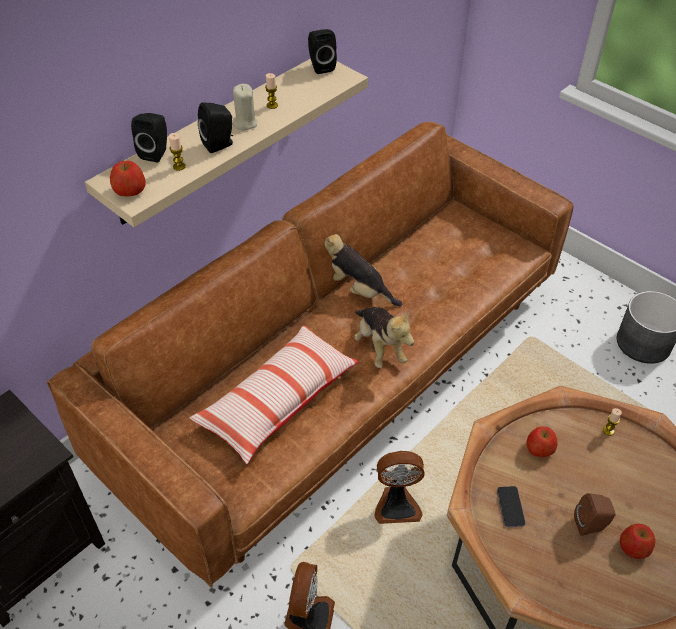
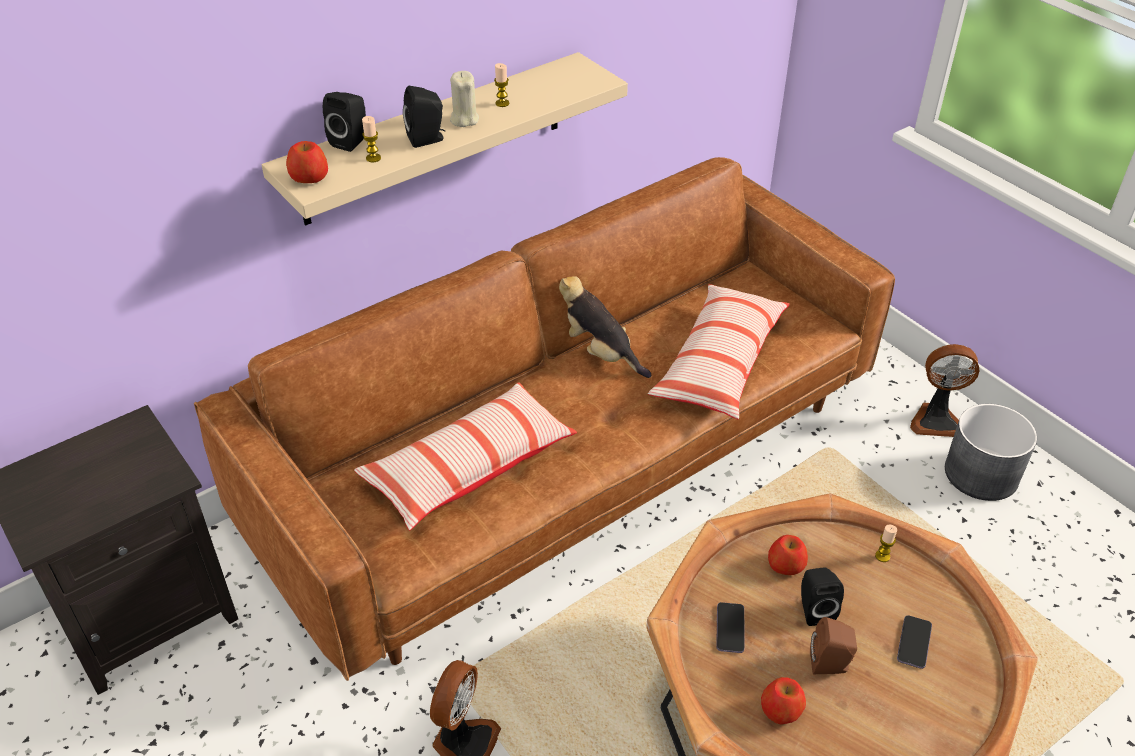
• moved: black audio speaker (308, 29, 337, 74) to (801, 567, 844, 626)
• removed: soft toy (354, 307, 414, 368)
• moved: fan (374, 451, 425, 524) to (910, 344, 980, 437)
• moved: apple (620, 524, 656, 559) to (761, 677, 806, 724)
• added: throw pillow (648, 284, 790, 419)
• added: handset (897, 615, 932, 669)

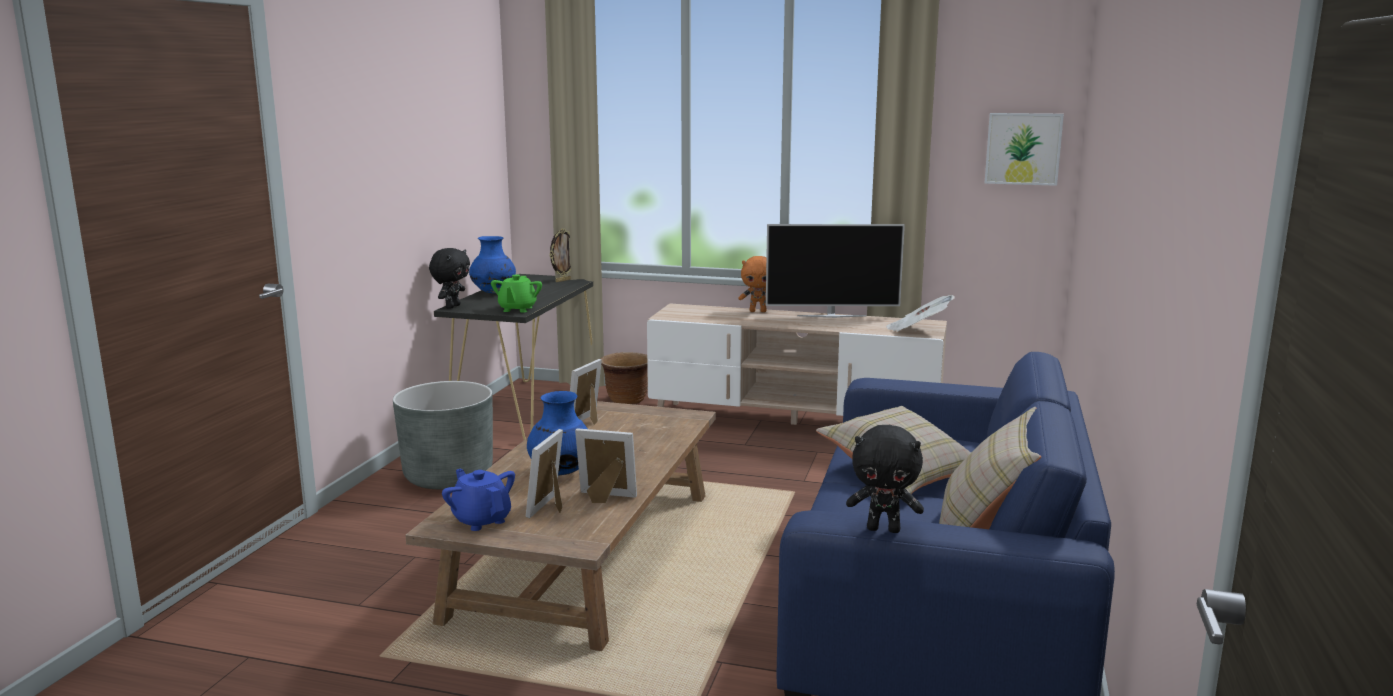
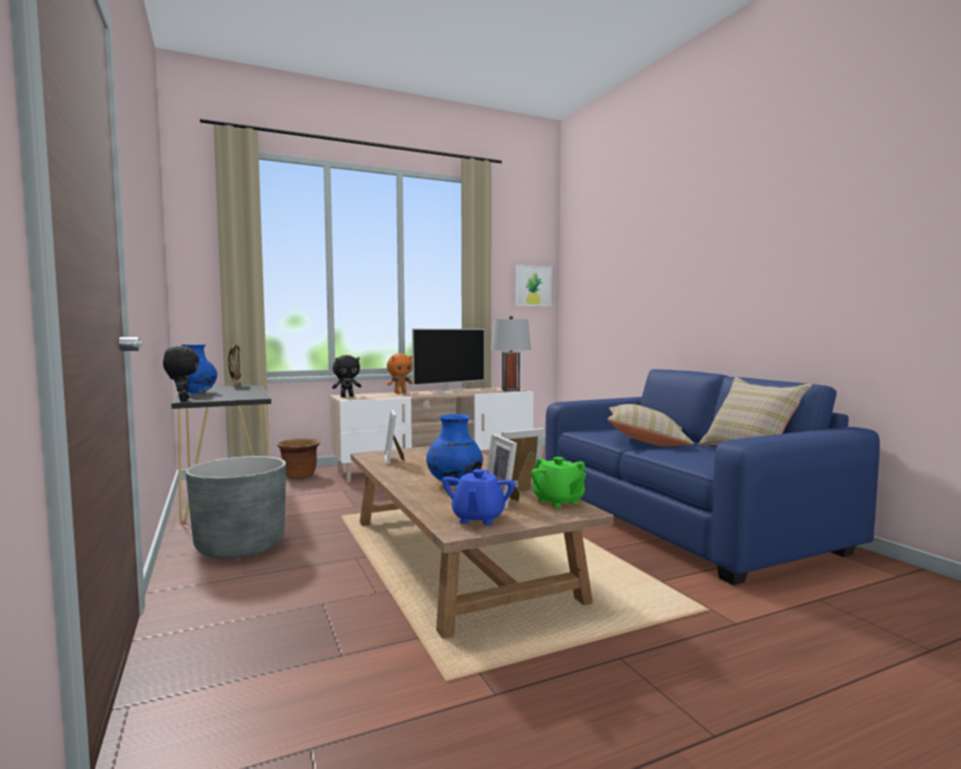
• moved: green-coloured pot for tea (491, 274, 542, 313) to (531, 457, 586, 508)
• replaced: newspaper (886, 295, 955, 332) to gray lamp for a table (491, 316, 531, 391)
• moved: black soft toy (846, 425, 924, 533) to (332, 355, 362, 397)
• turned: blue pot for tea (442, 469, 515, 531) = (442, 469, 515, 525) 90 degrees counterclockwise

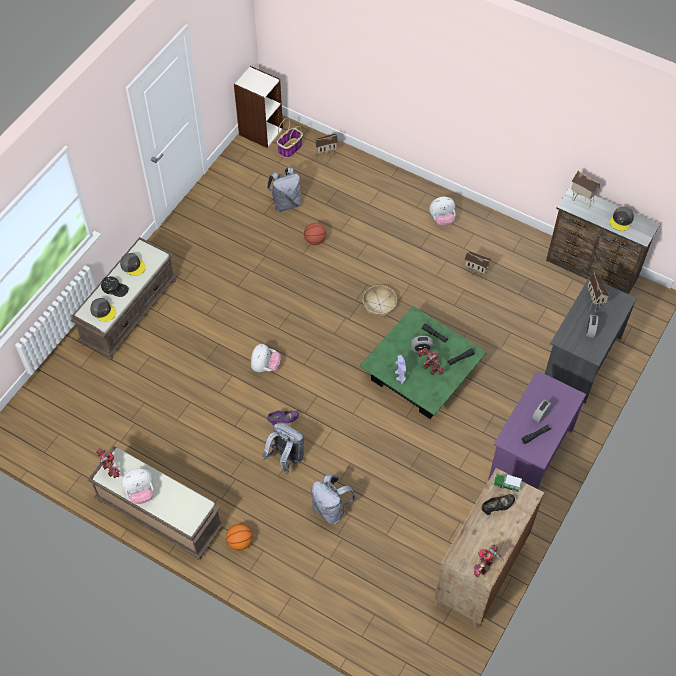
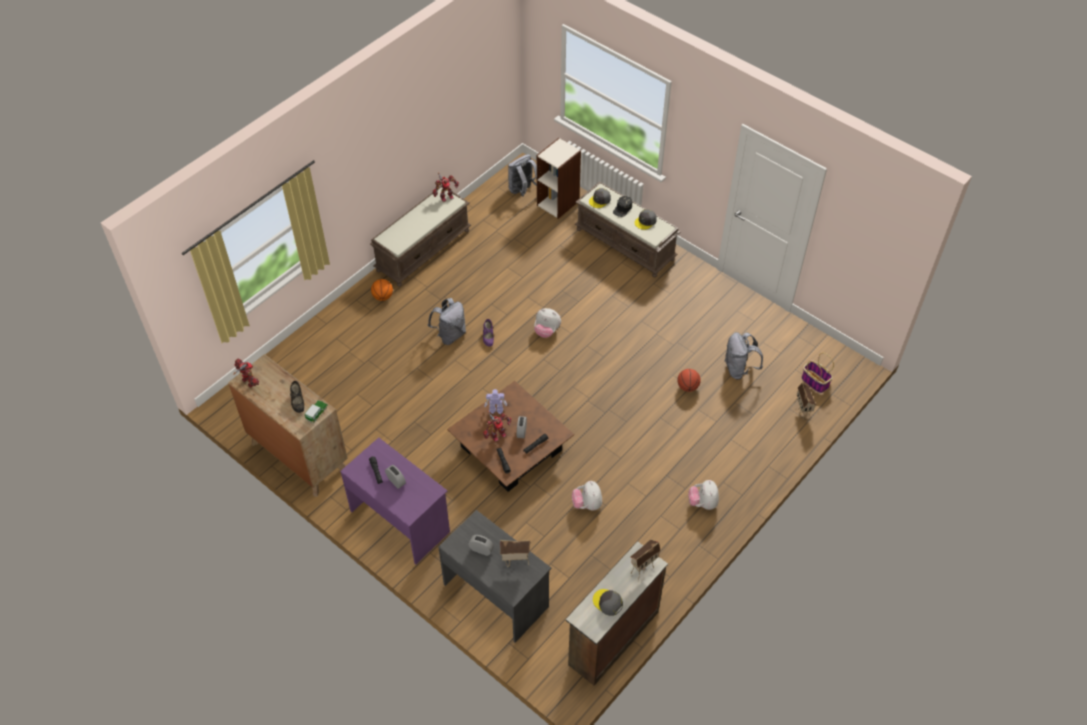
• moved: bookcase (234, 66, 283, 148) to (537, 138, 581, 219)
• removed: model house (464, 251, 492, 280)
• removed: storage basket (363, 285, 397, 317)
• recoloured: green-coloured low table (360, 306, 487, 419) to brown-coloured low table (447, 381, 574, 492)
• moved: soft toy (121, 468, 153, 504) to (572, 481, 602, 510)
• moved: gray rucksack (311, 474, 356, 525) to (508, 154, 537, 197)

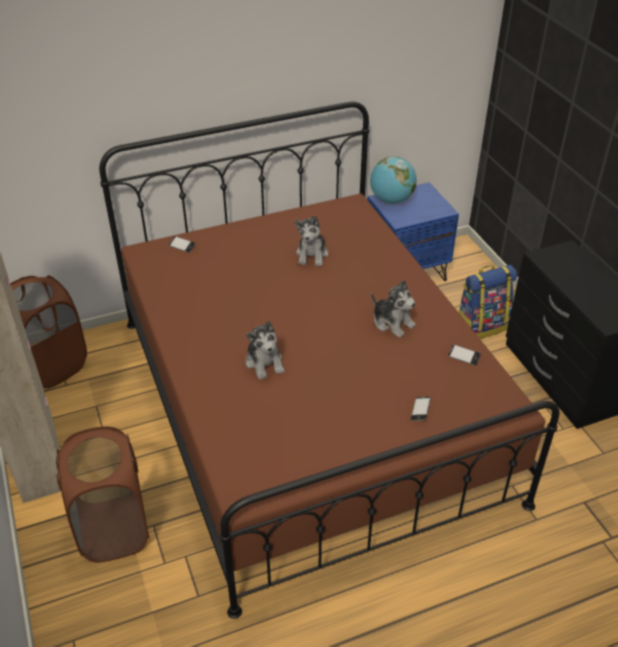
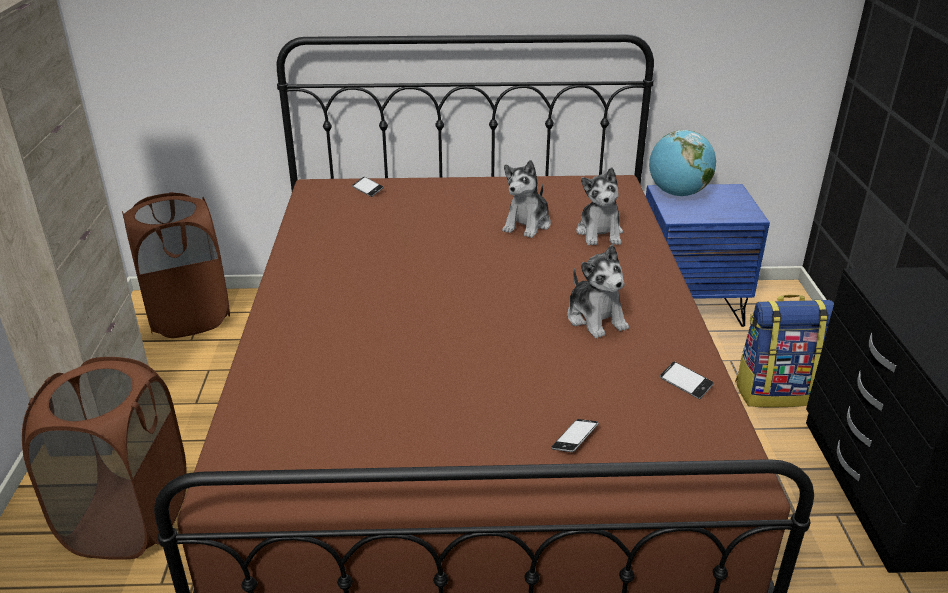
• moved: soft toy (246, 321, 285, 380) to (576, 167, 623, 245)

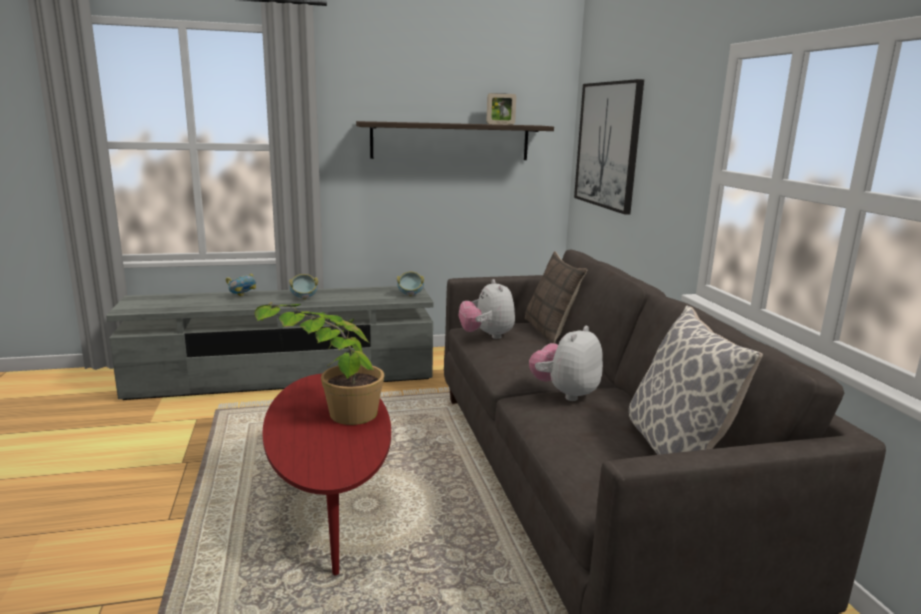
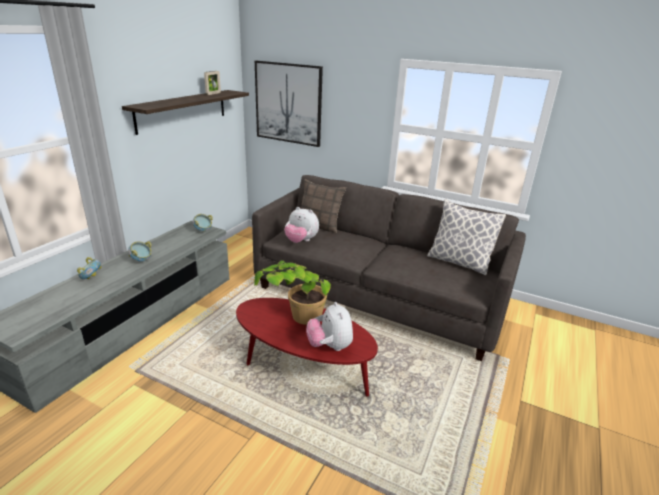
• moved: soft toy (529, 326, 603, 401) to (306, 302, 353, 351)

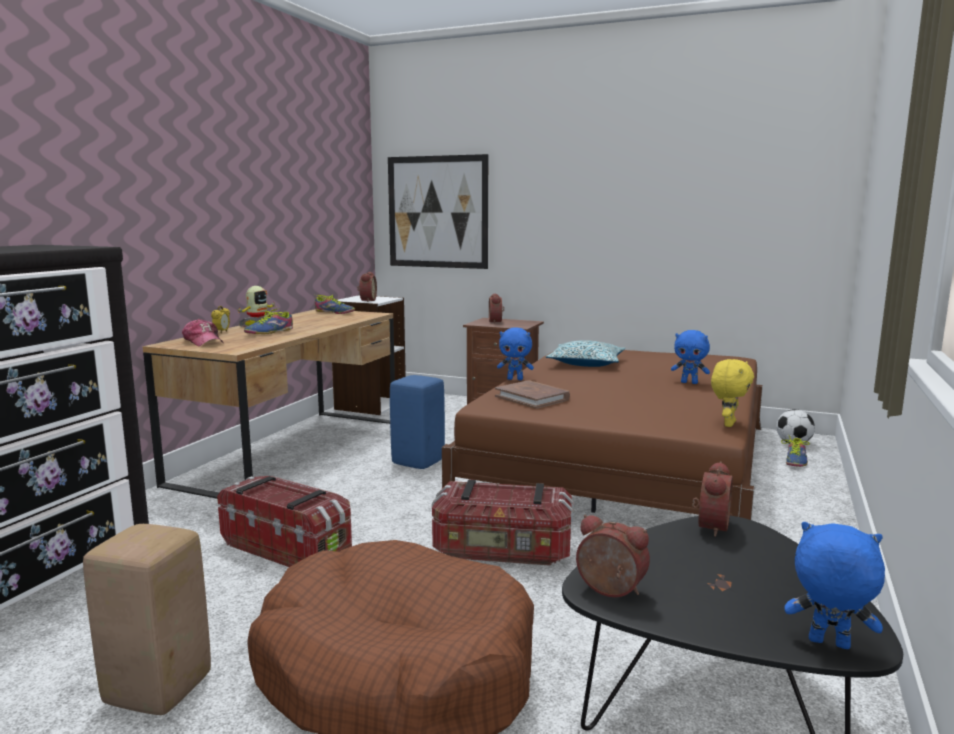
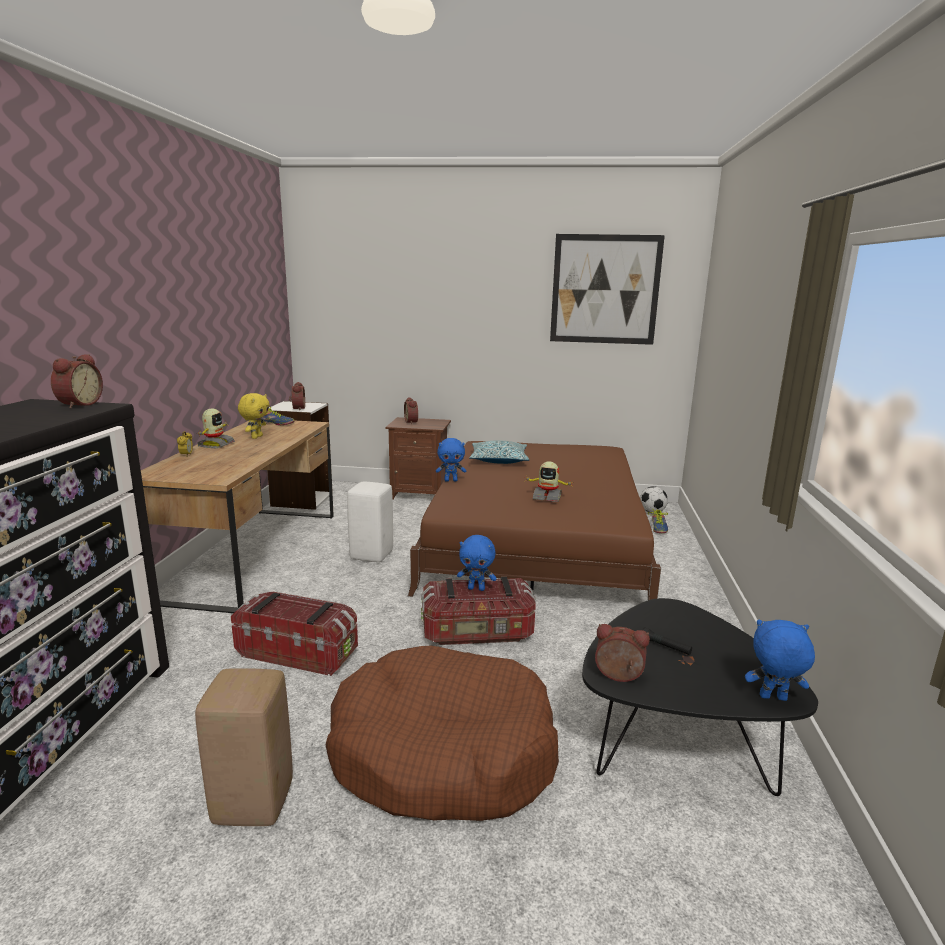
• moved: wall picture (388, 154, 488, 269) to (550, 234, 665, 345)
• removed: low shoe (244, 309, 293, 334)
• removed: peaked cap (182, 319, 224, 346)
• moved: blue soft toy (671, 330, 710, 384) to (457, 535, 497, 591)
• moved: yellow-coloured soft toy (711, 359, 754, 427) to (238, 393, 270, 439)
• recoloured: blue stool (390, 375, 445, 469) to whitish stool (347, 482, 393, 562)
• removed: brown-coloured volume (495, 380, 570, 409)
• moved: alarm clock (692, 461, 733, 537) to (51, 354, 103, 409)
• added: toy robot (524, 461, 571, 502)
• added: black hand torch (642, 627, 692, 655)

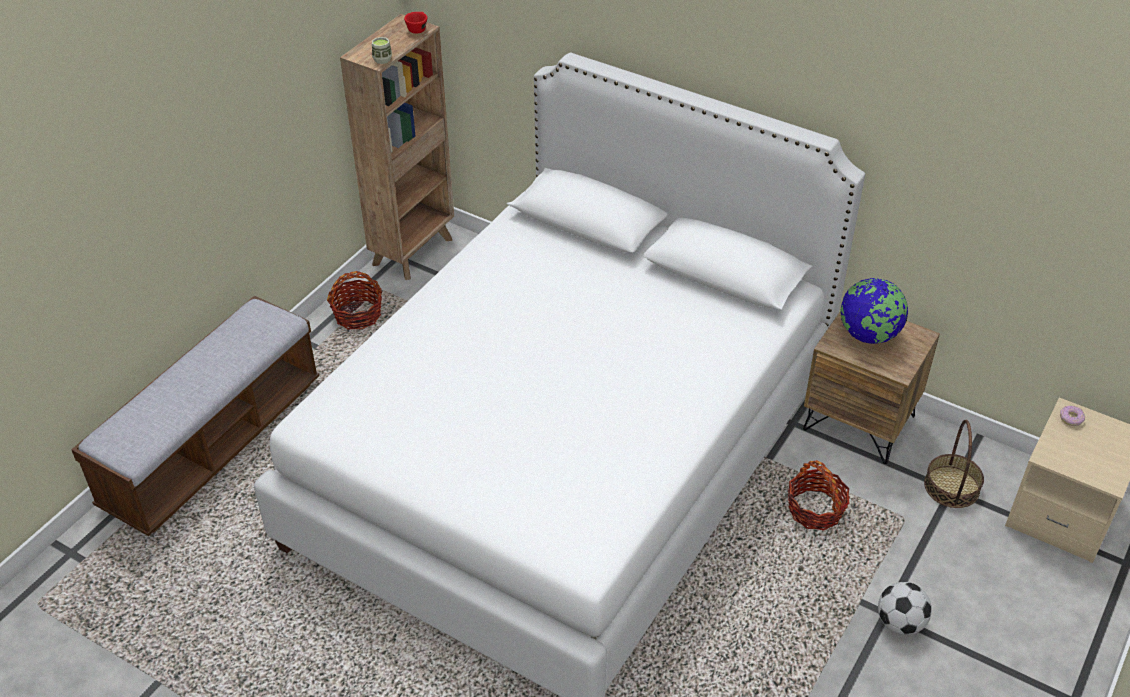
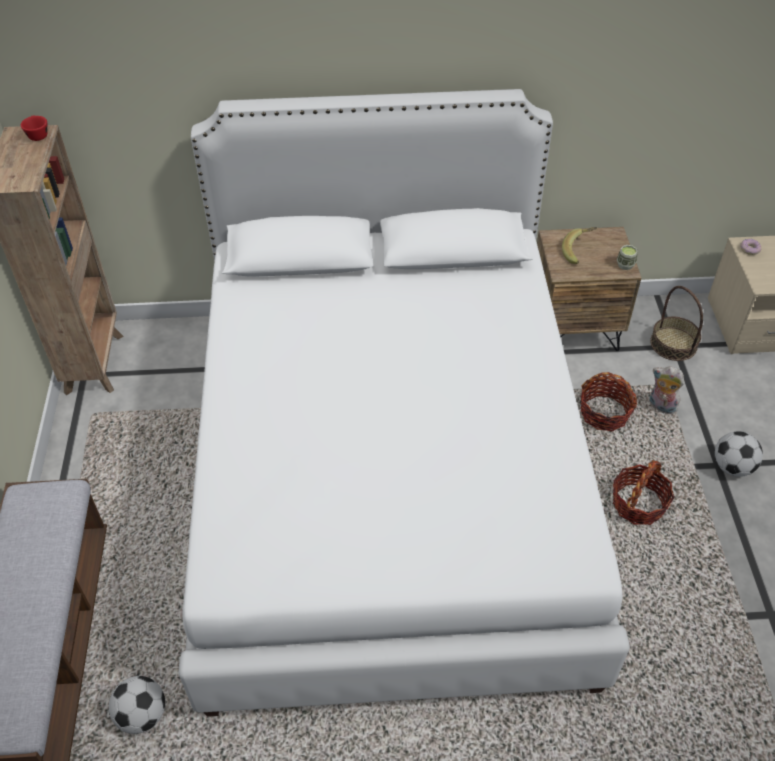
• moved: cup (372, 37, 392, 64) to (617, 245, 638, 270)
• moved: storage basket (327, 271, 382, 330) to (613, 460, 674, 525)
• replaced: world globe (840, 278, 908, 344) to whole banana (562, 227, 597, 264)
• added: soft toy (649, 366, 685, 414)
• added: football (108, 676, 165, 734)

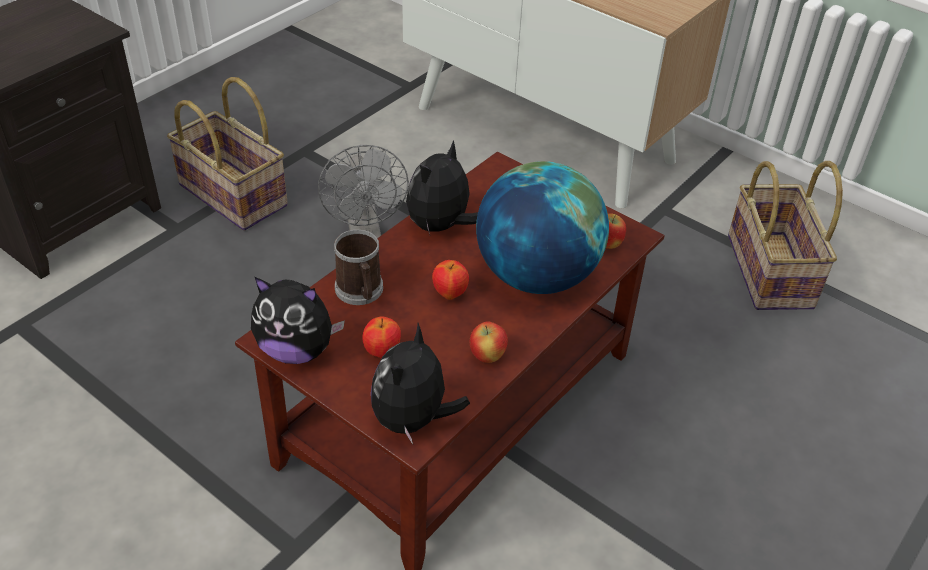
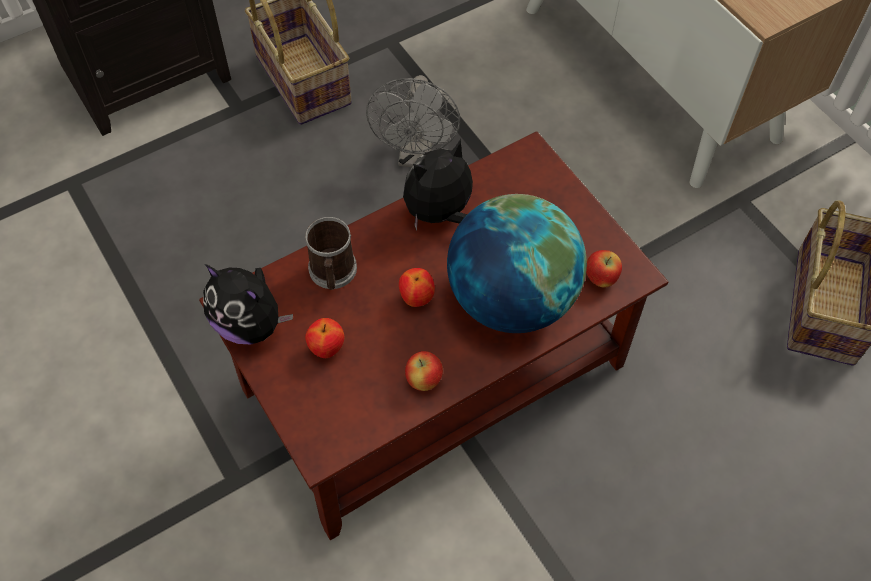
• removed: soft toy (371, 323, 470, 444)

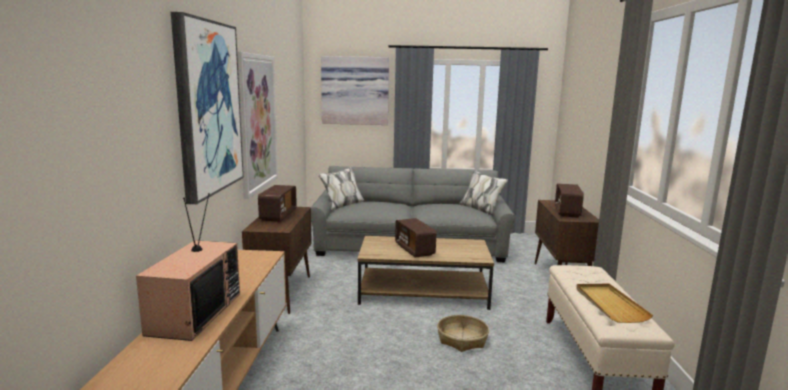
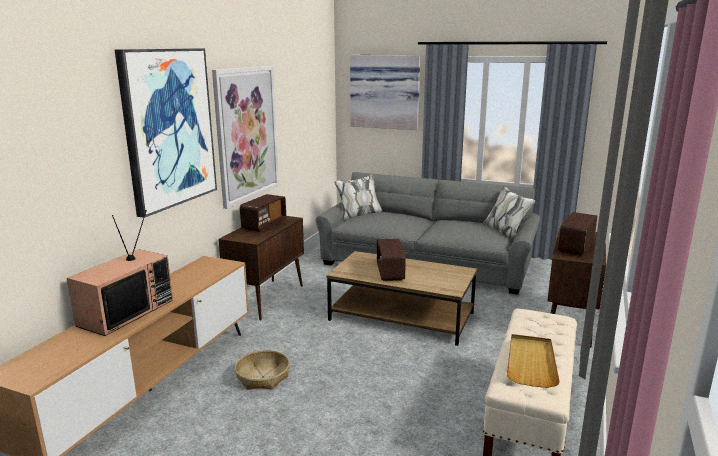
• moved: storage basket (437, 315, 489, 352) to (235, 350, 290, 390)

